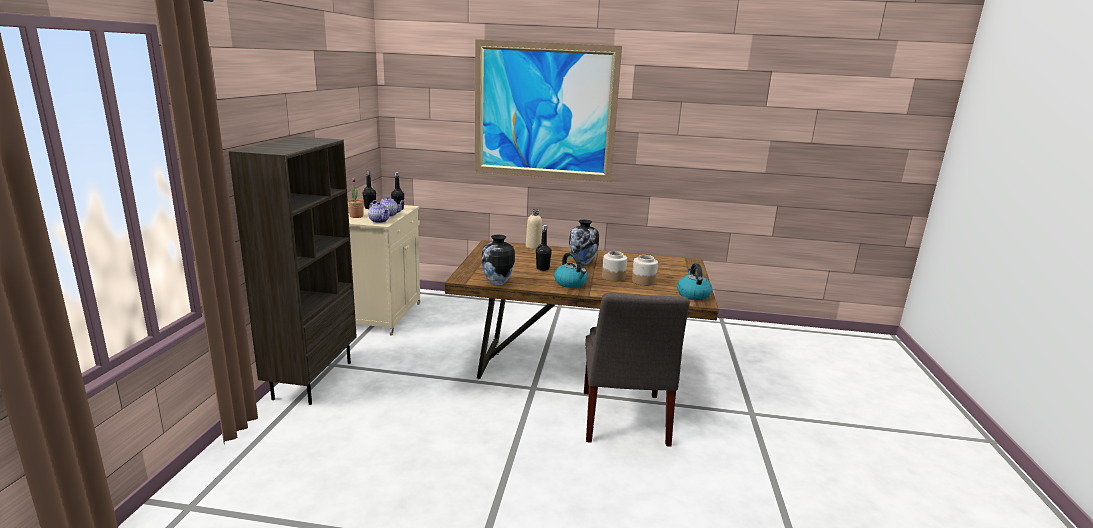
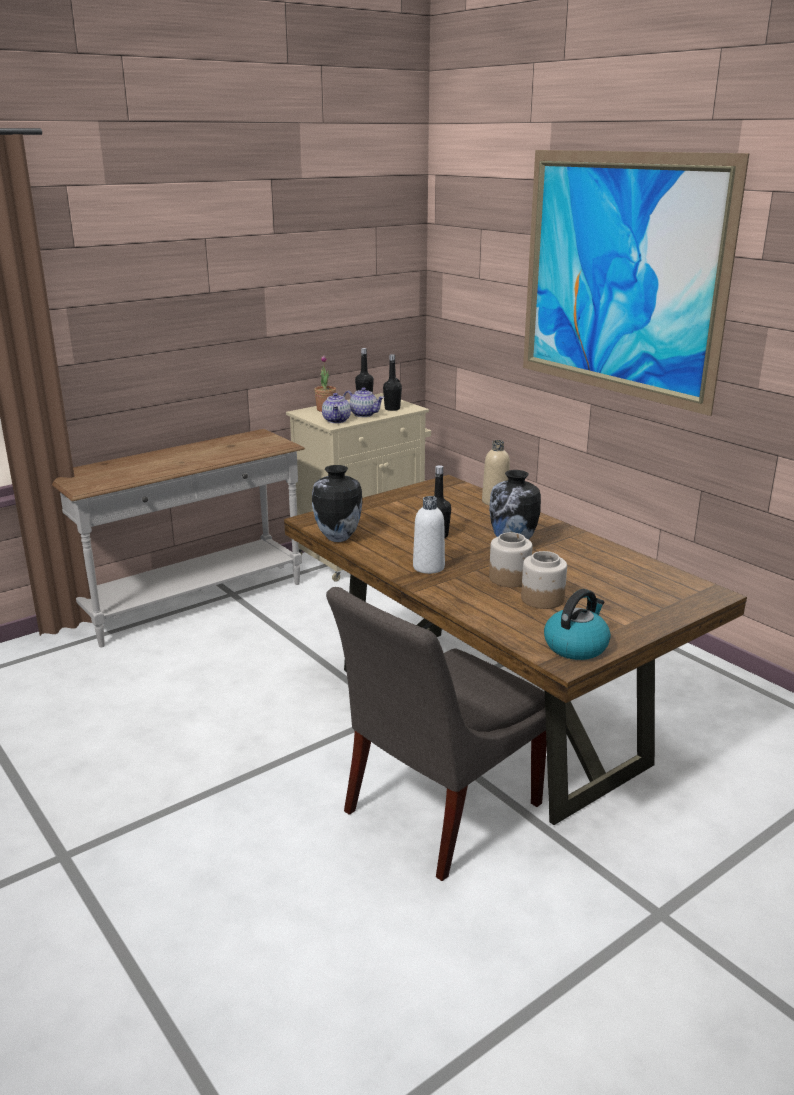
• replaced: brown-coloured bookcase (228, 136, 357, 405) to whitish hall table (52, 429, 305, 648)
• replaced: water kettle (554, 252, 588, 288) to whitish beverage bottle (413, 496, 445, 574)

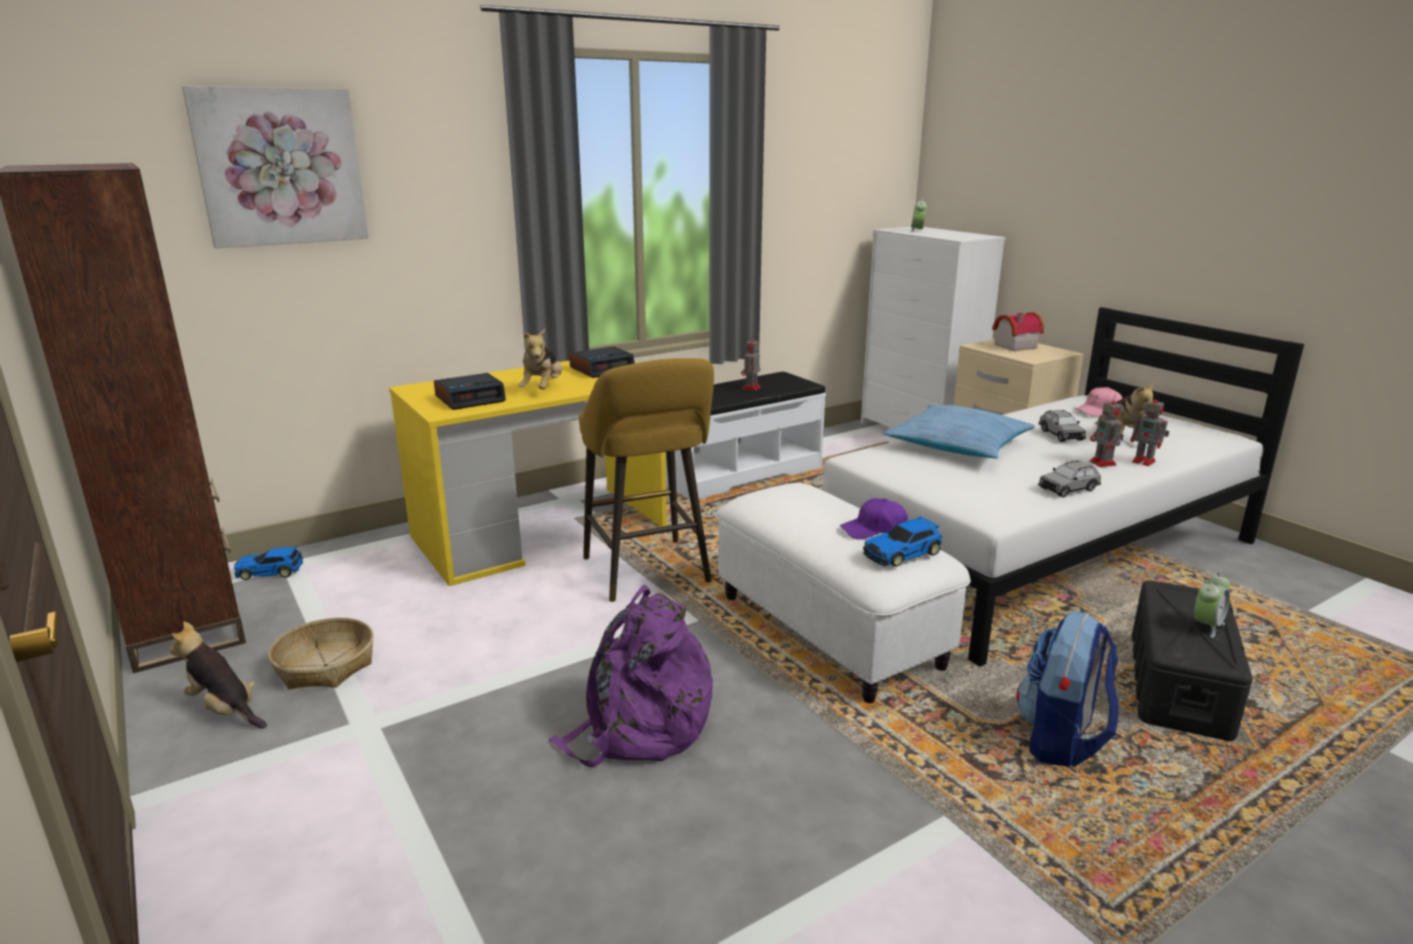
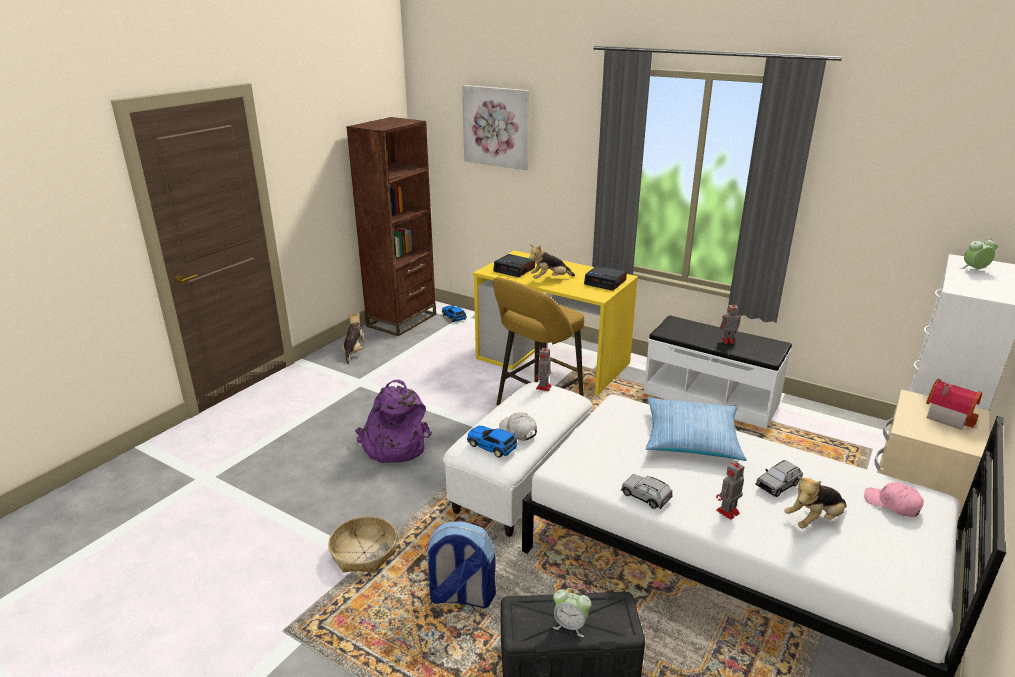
• moved: toy robot (1130, 394, 1169, 466) to (536, 345, 552, 391)
• recoloured: purple peaked cap (840, 498, 908, 539) to whitish peaked cap (499, 413, 537, 441)
• moved: storage basket (268, 618, 373, 689) to (328, 516, 397, 573)

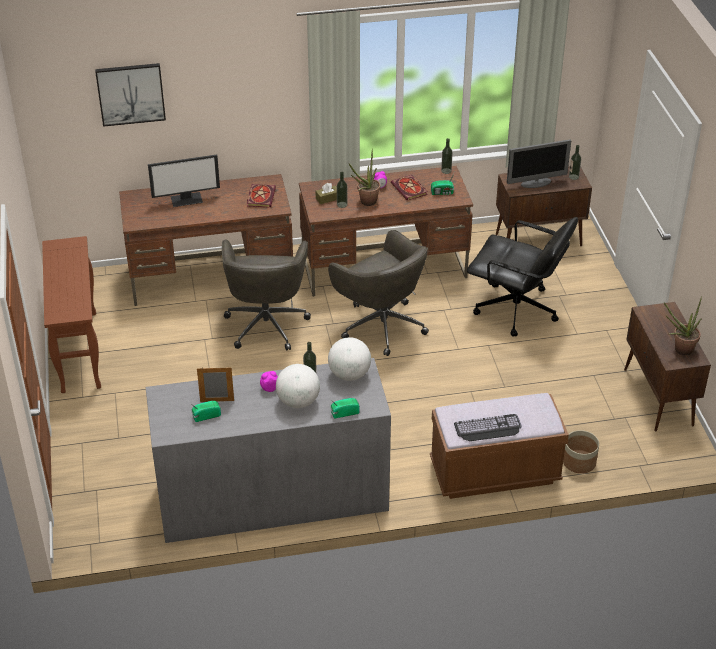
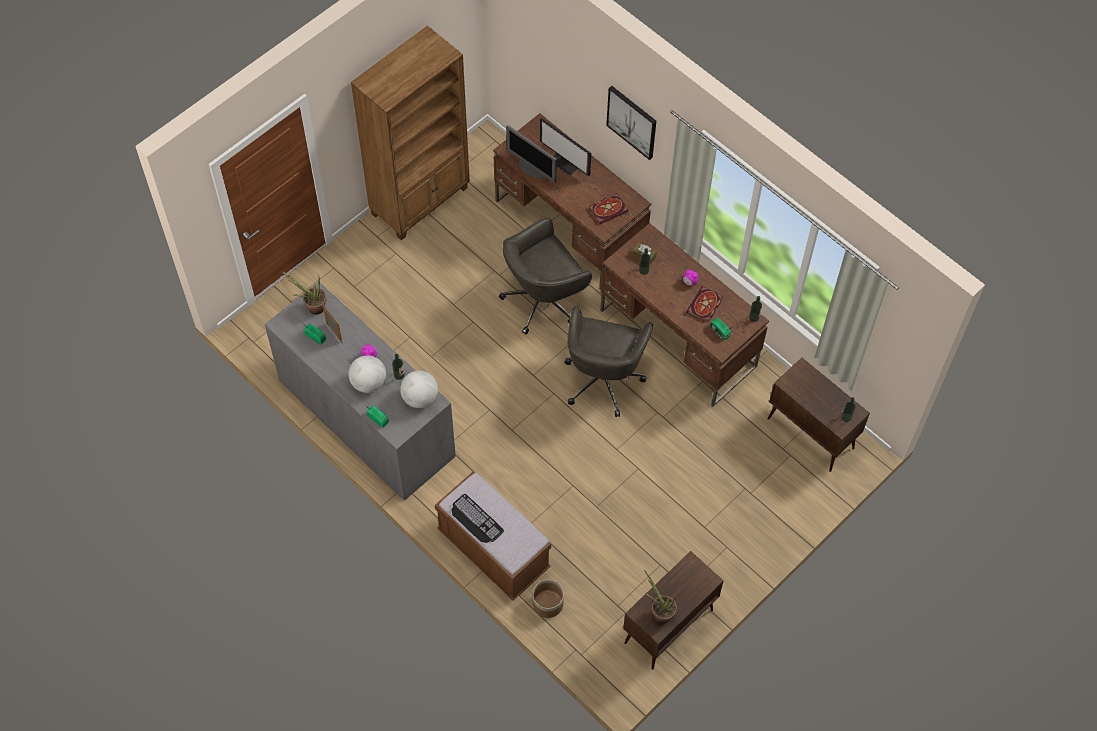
• moved: wall picture (95, 63, 166, 127) to (606, 86, 656, 160)
• moved: monitor (507, 139, 571, 188) to (506, 125, 557, 184)
• moved: potted plant (349, 150, 380, 206) to (281, 271, 327, 315)
• removed: black computer chair (467, 217, 578, 337)
• replaced: brown-coloured hall table (42, 236, 101, 393) to brown-coloured bookcase (351, 25, 470, 240)

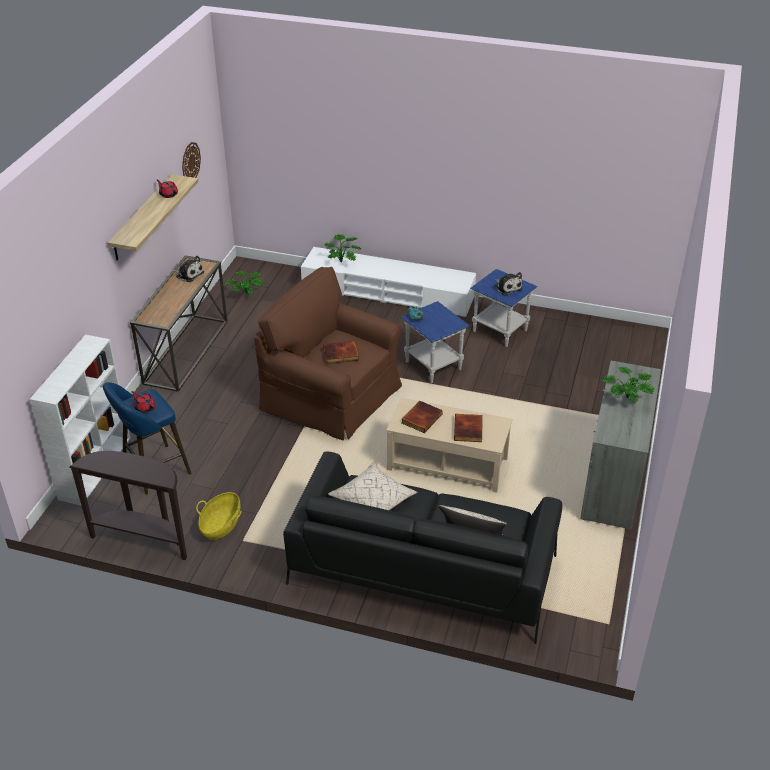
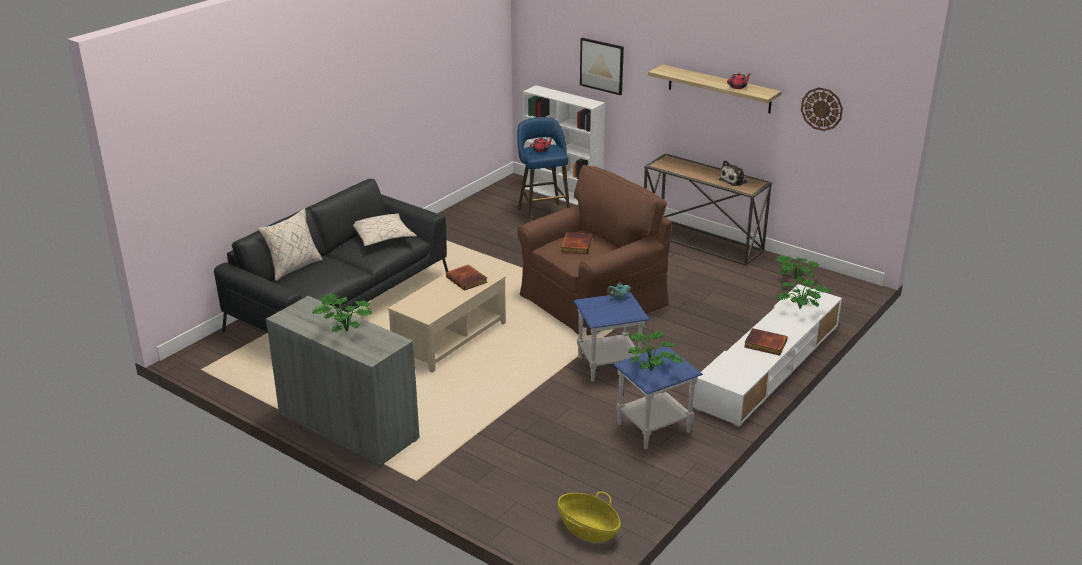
• replaced: soft toy (495, 272, 522, 295) to potted plant (628, 331, 683, 371)
• moved: volume (454, 414, 483, 442) to (744, 328, 788, 356)
• removed: brown-coloured hall table (69, 451, 187, 560)
• moved: storage basket (196, 492, 242, 540) to (558, 492, 621, 542)
• added: wall picture (580, 38, 624, 95)

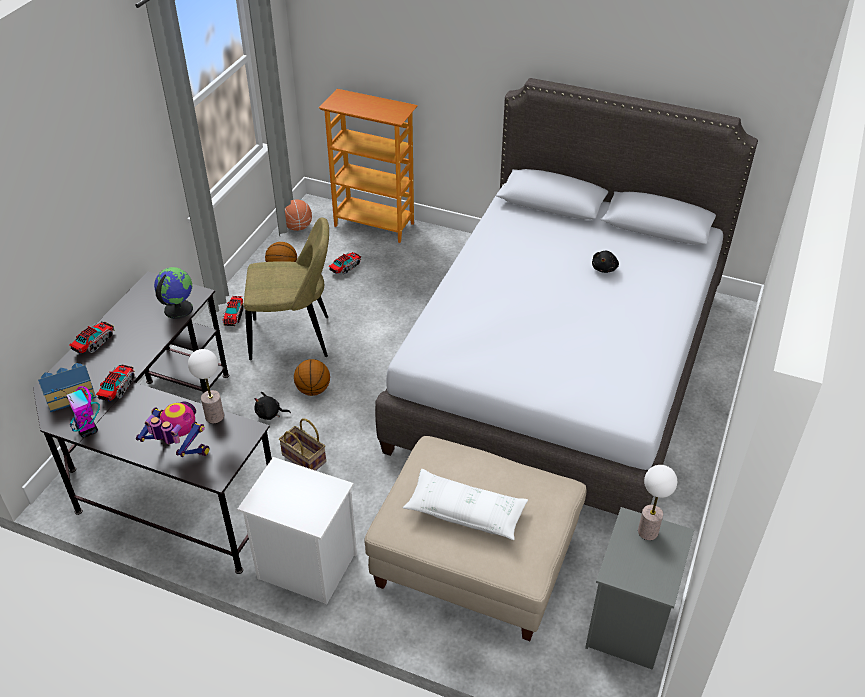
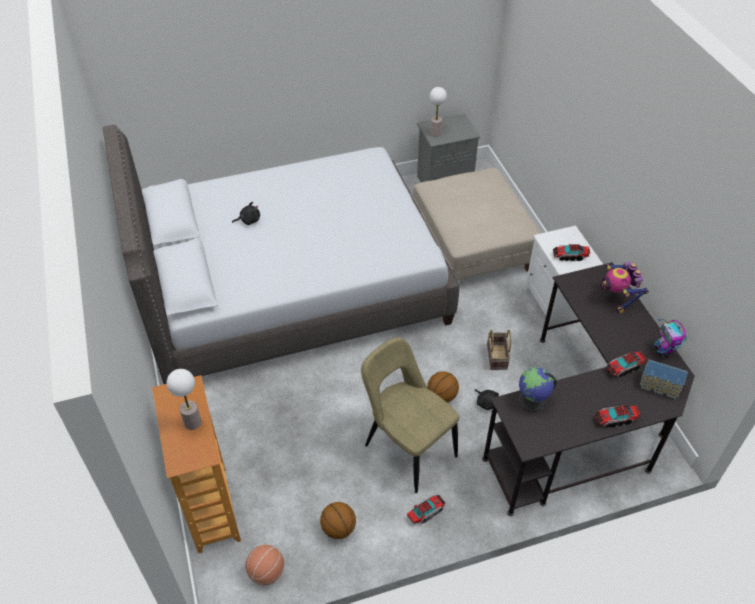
• moved: toy truck (329, 252, 361, 274) to (553, 244, 590, 261)
• moved: lamp for a table (188, 349, 224, 424) to (167, 369, 202, 430)
• turned: toy robot (51, 386, 100, 438) = (654, 319, 687, 358) 150 degrees clockwise
• removed: whitish throw pillow (403, 469, 528, 540)

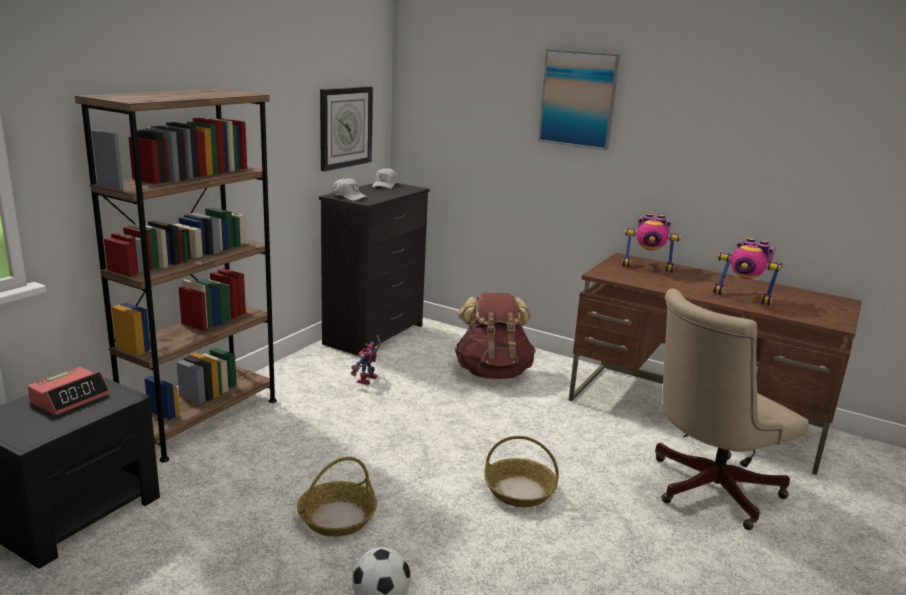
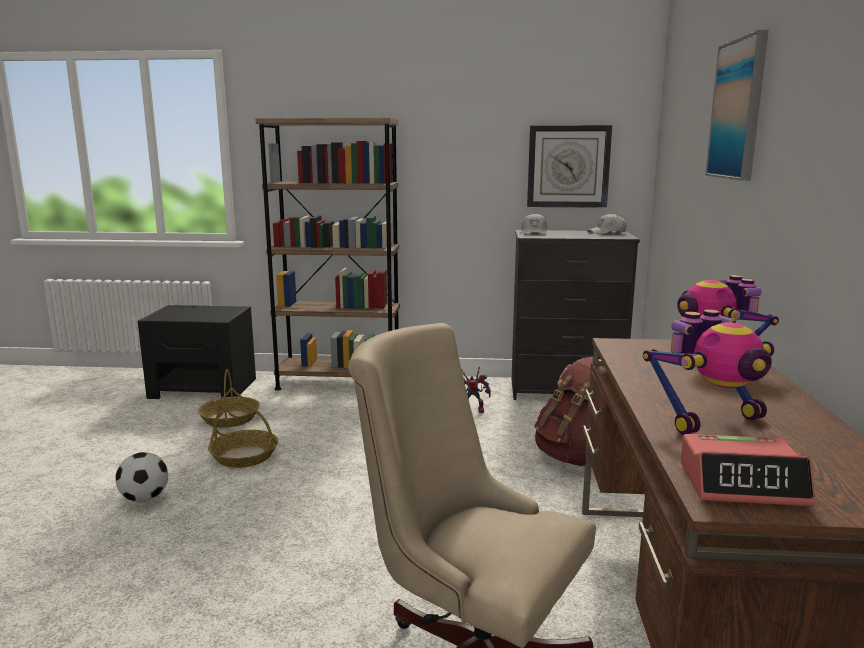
• turned: toy robot (713, 238, 783, 305) = (643, 309, 774, 435) 120 degrees counterclockwise
• moved: alarm clock (28, 367, 110, 415) to (680, 434, 815, 506)
• moved: storage basket (484, 436, 559, 507) to (198, 369, 260, 428)

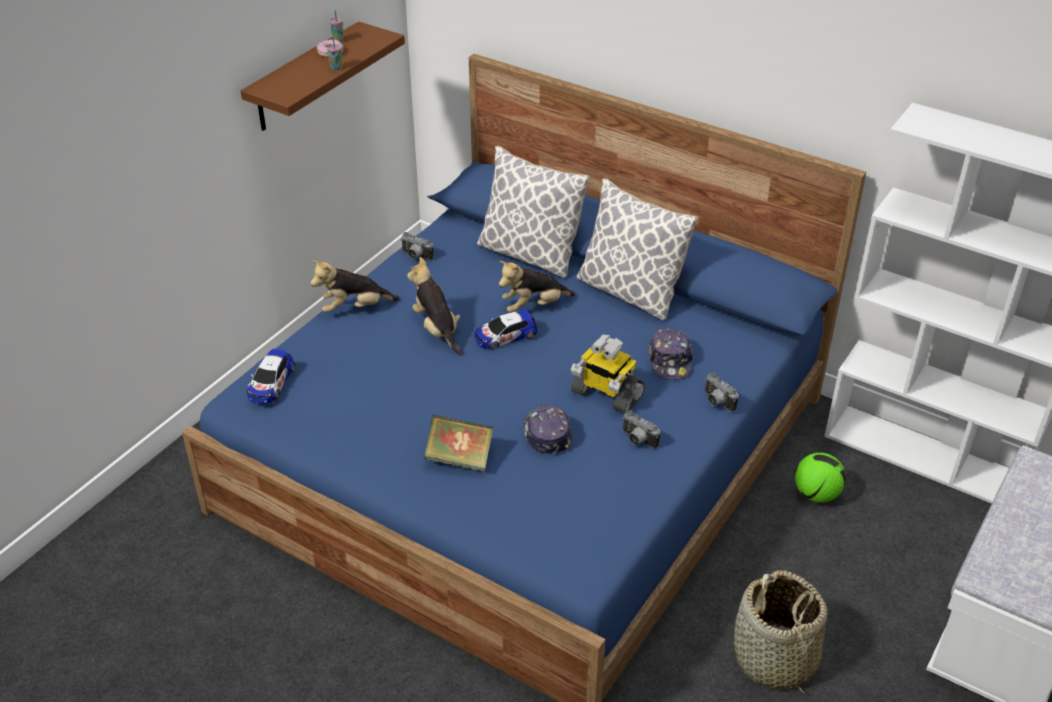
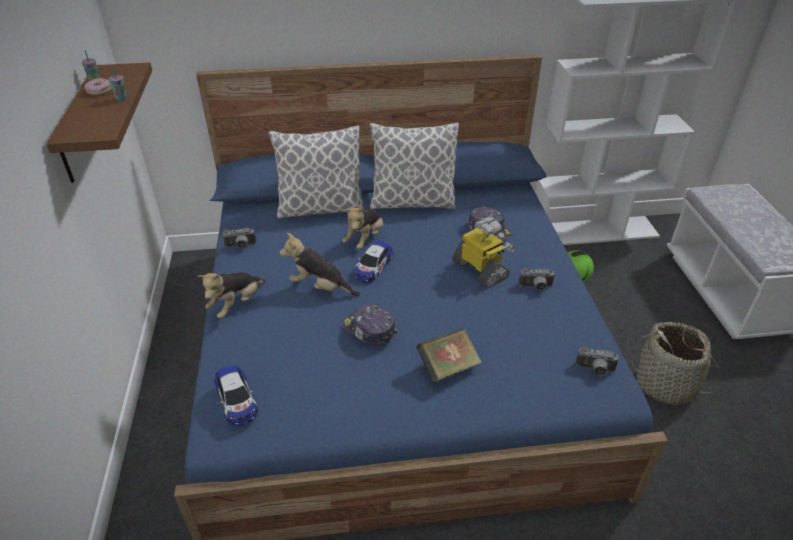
• turned: toy robot (571, 334, 645, 414) = (452, 217, 515, 287) 120 degrees counterclockwise
• moved: photo camera (705, 372, 739, 412) to (576, 346, 619, 375)
• moved: peaked cap (522, 405, 572, 454) to (343, 305, 398, 346)

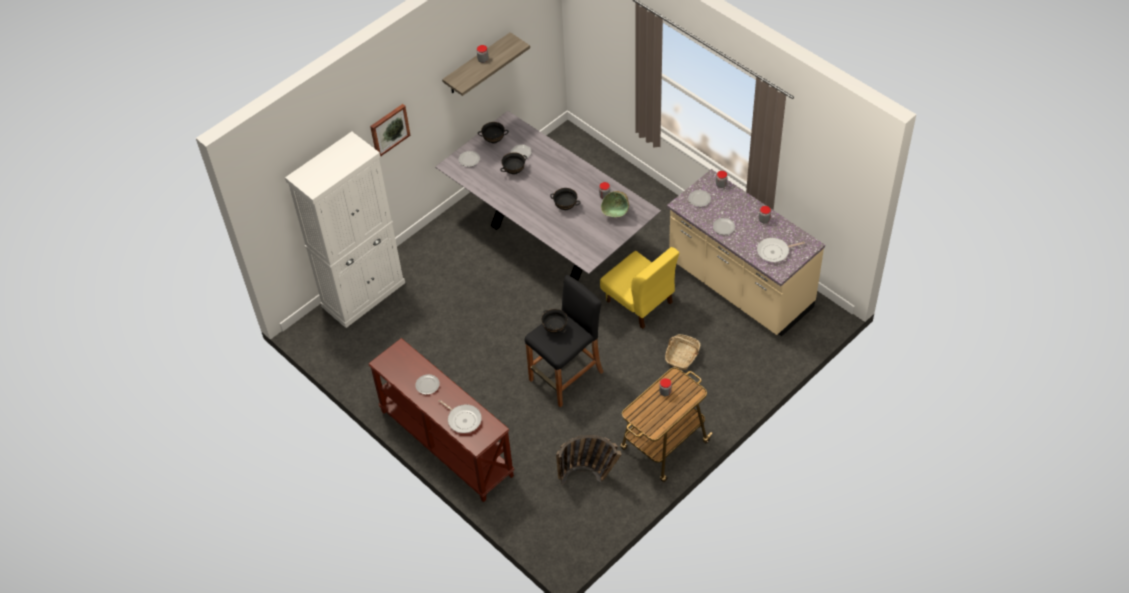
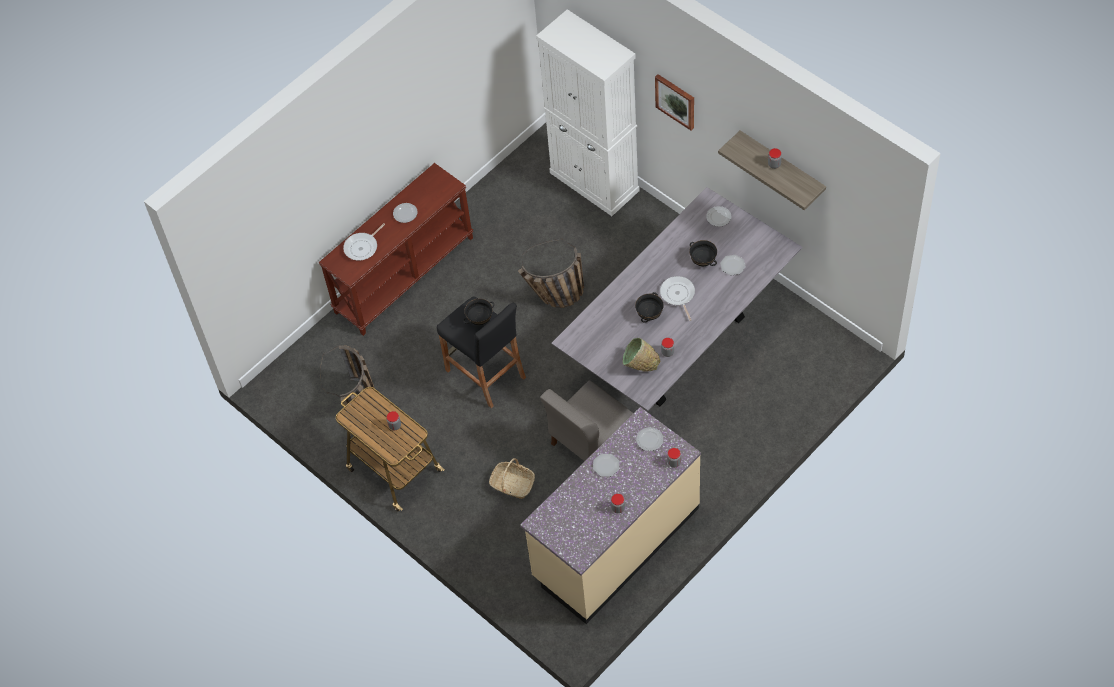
• removed: black deep dish (478, 122, 509, 144)
• moved: frying pan (757, 238, 805, 262) to (660, 276, 695, 321)
• recoloured: yellow-coloured chair (600, 247, 679, 329) to gray chair (540, 381, 633, 461)
• added: storage basket (518, 239, 584, 308)

